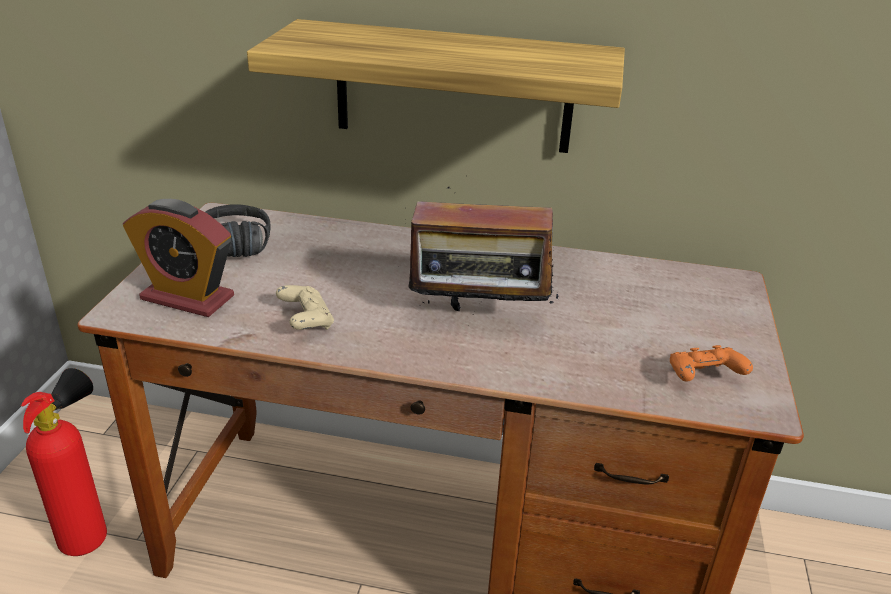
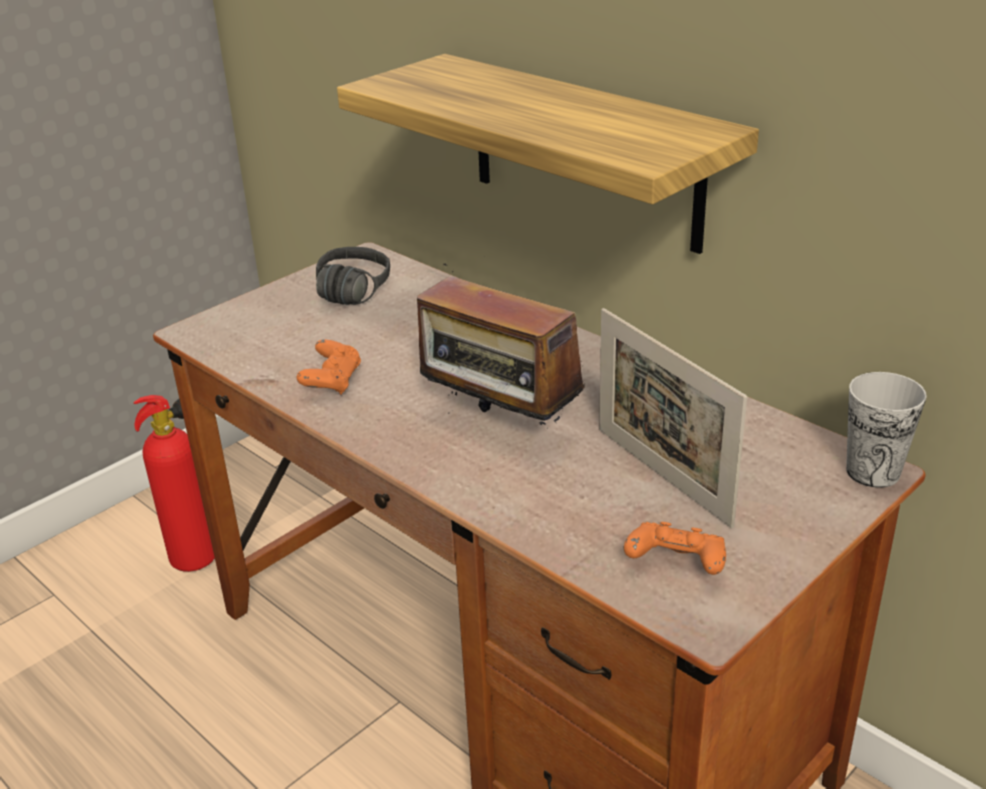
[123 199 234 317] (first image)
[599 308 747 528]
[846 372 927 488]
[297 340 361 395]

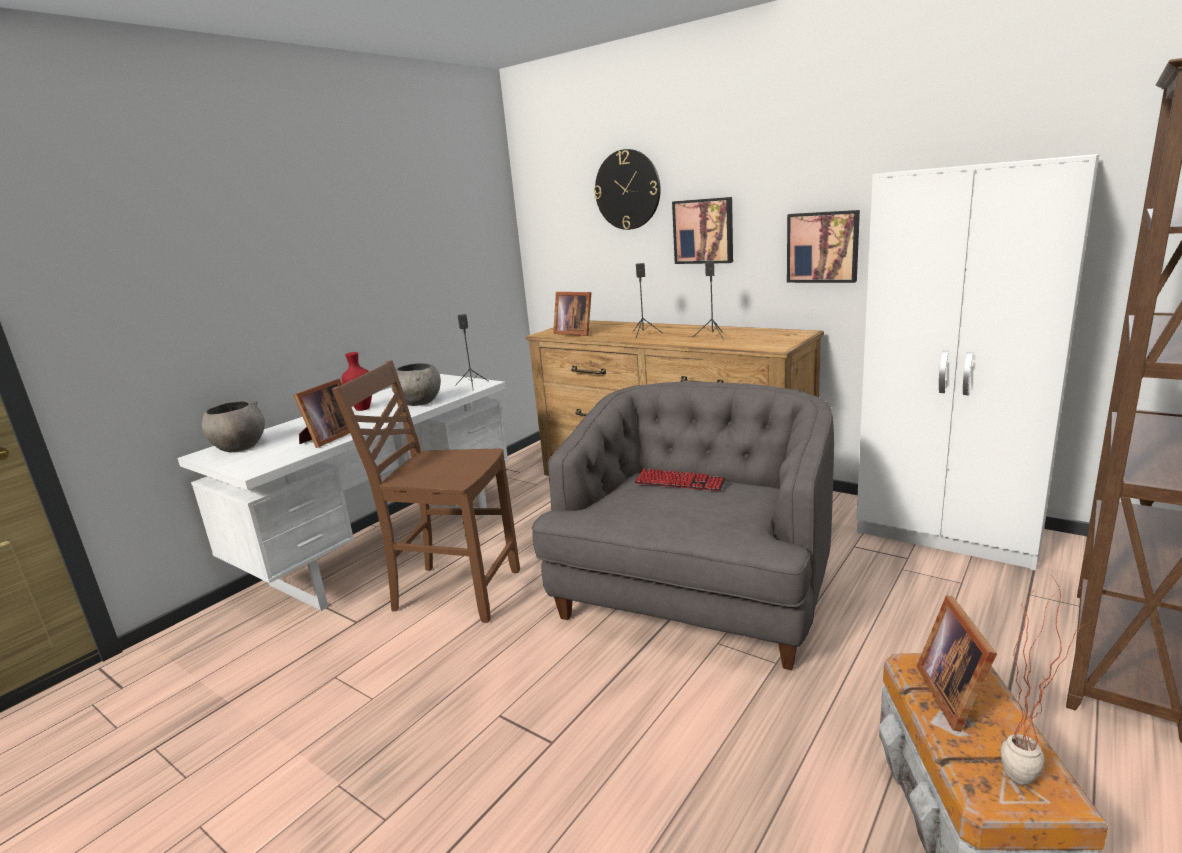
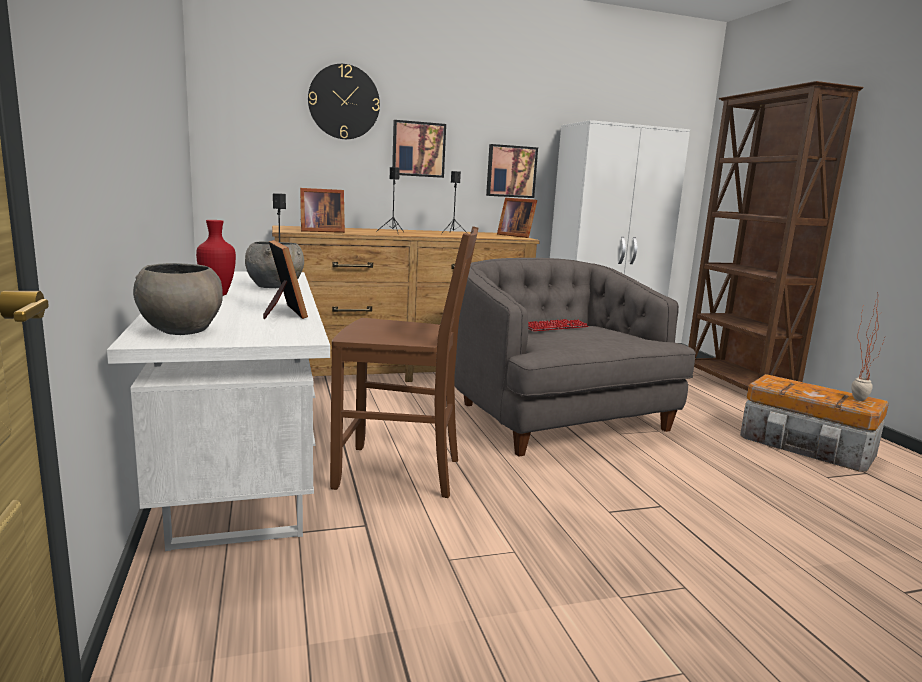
[497 198 537 238]
[330 226 478 498]

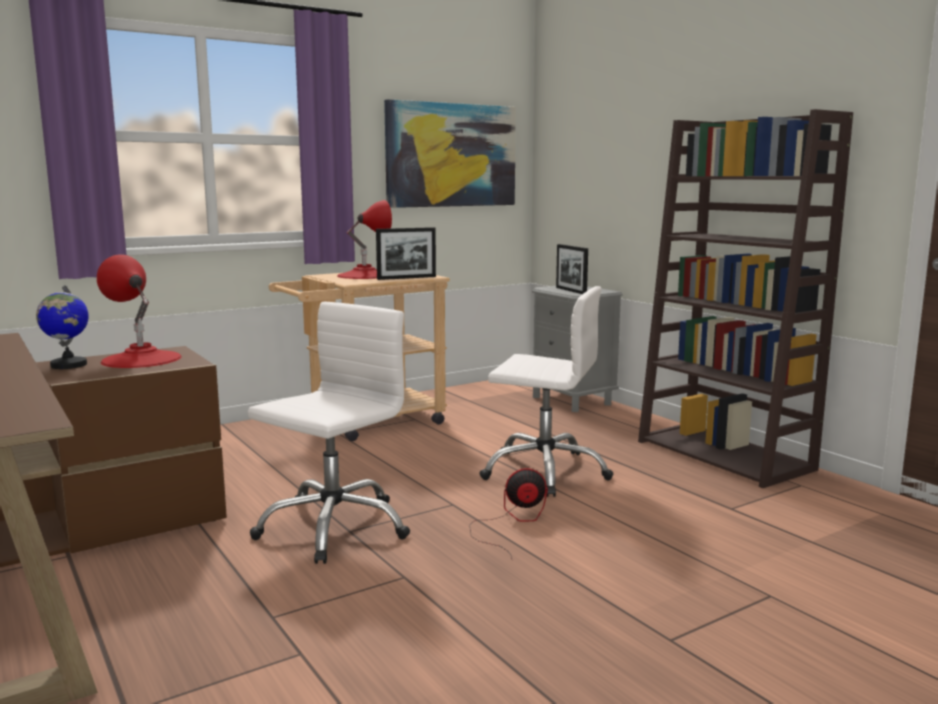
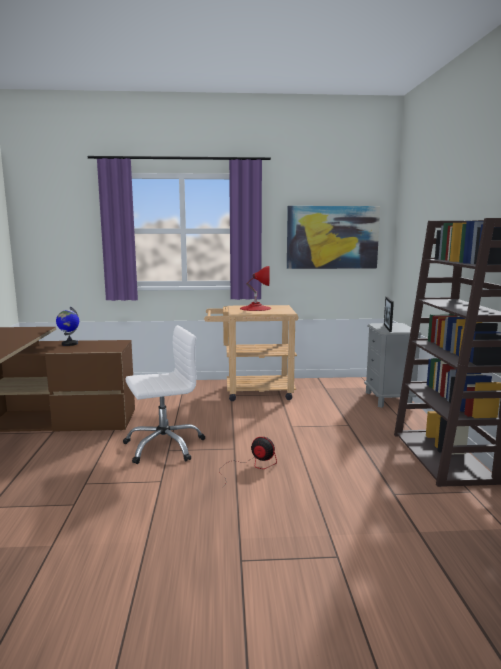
[97 254 182 368] (first image)
[376 227 436 280] (first image)
[479 286 613 497] (first image)

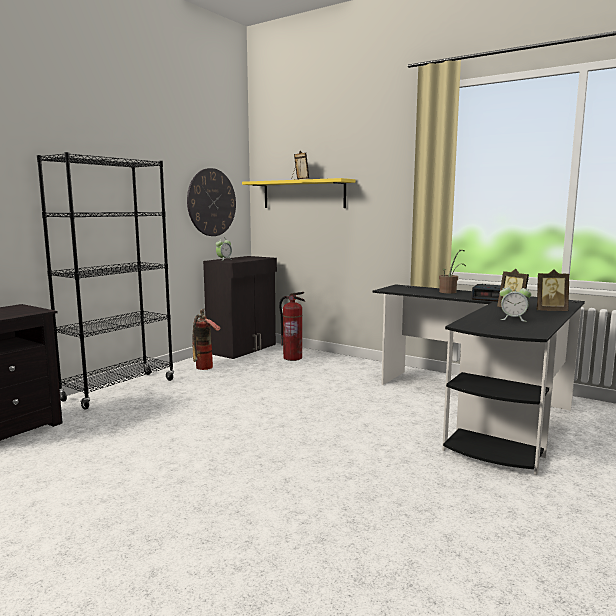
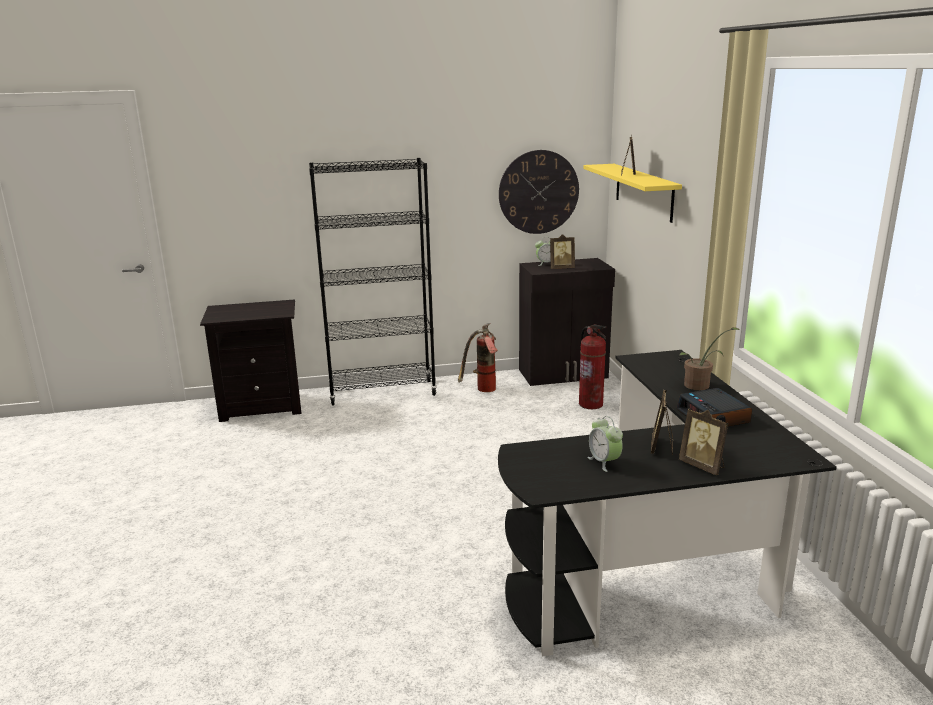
[550 234 575 269]

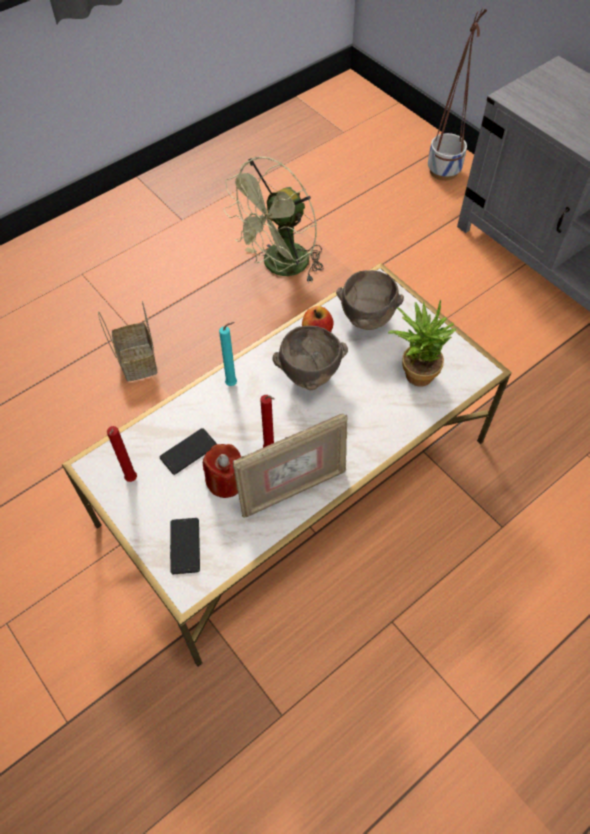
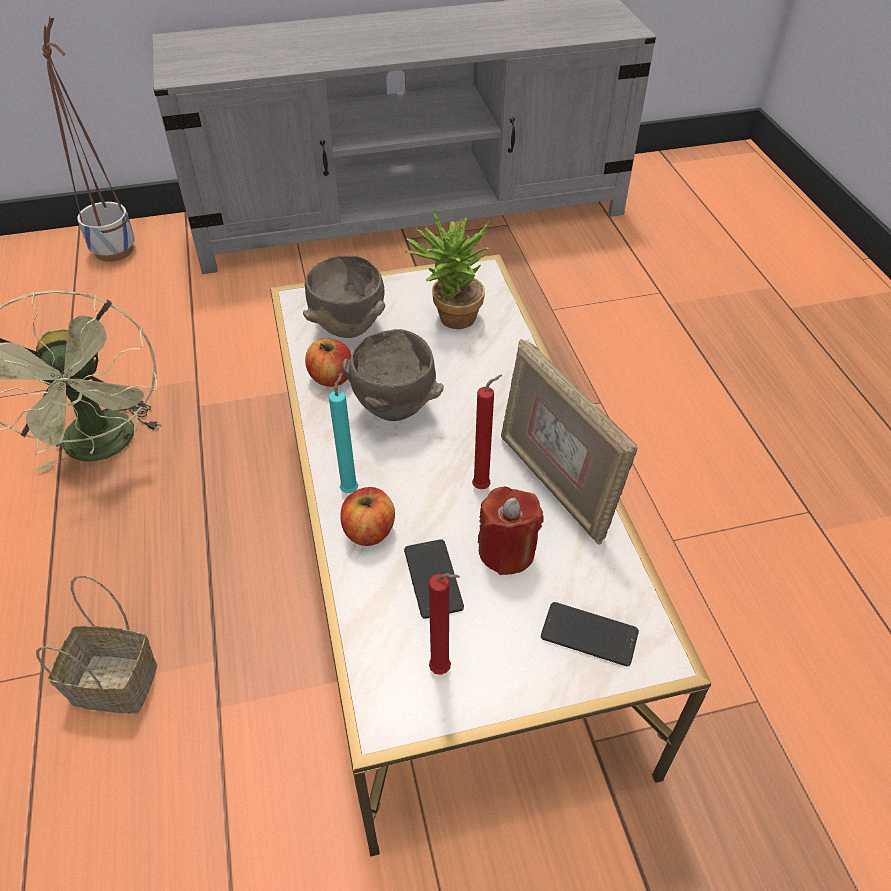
[340 487 395 546]
[501 339 638 545]

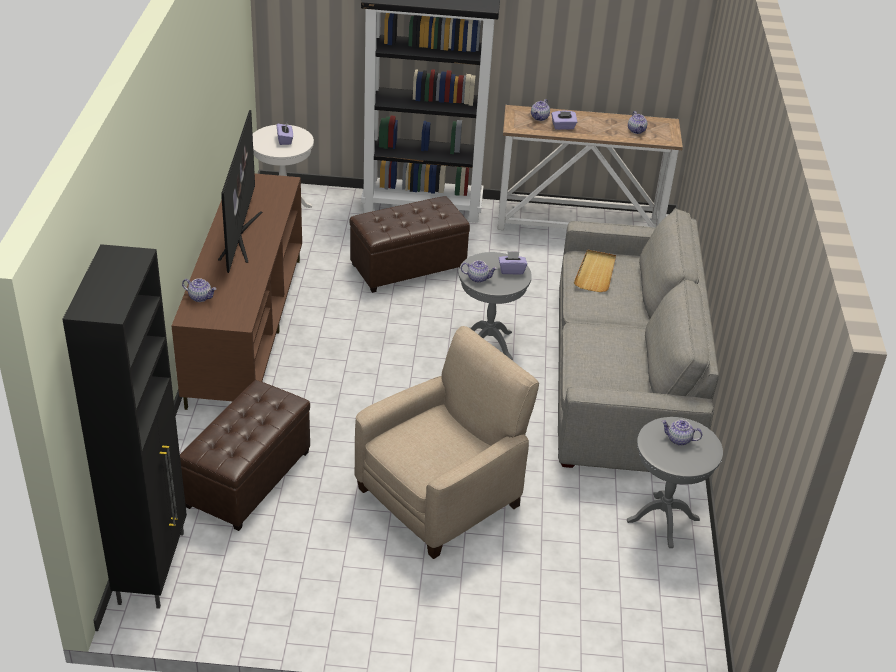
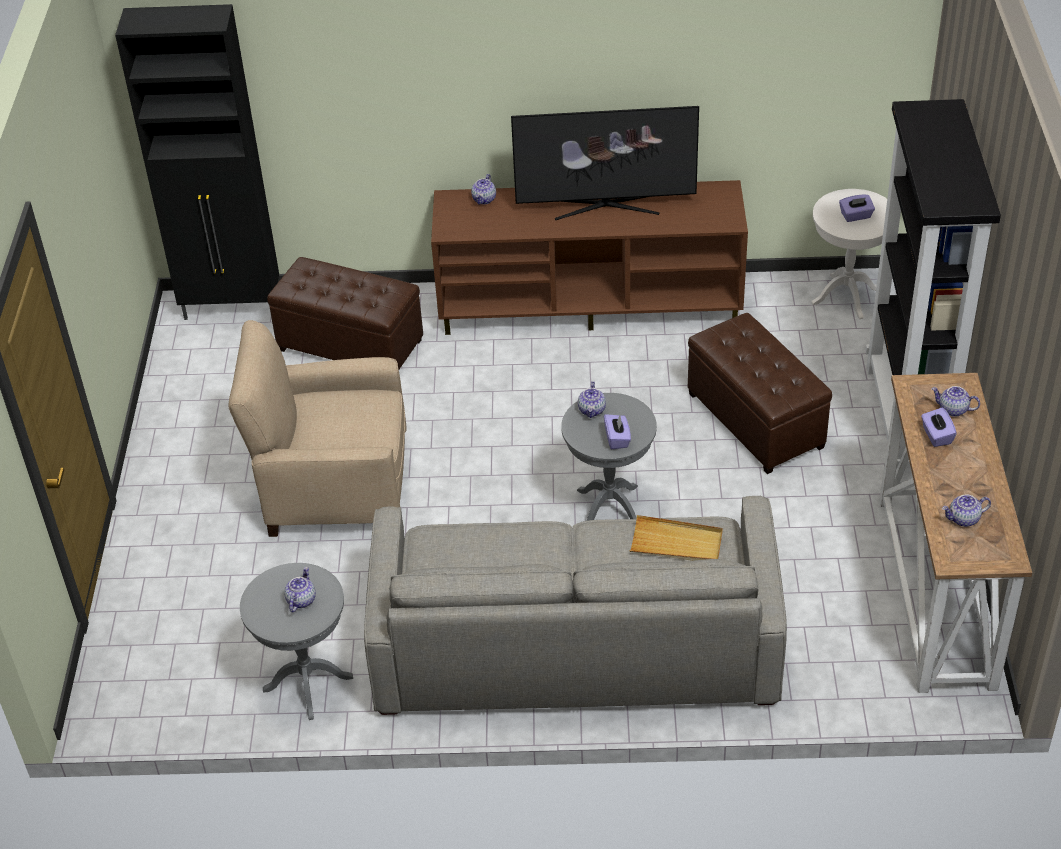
[229 320 407 537]

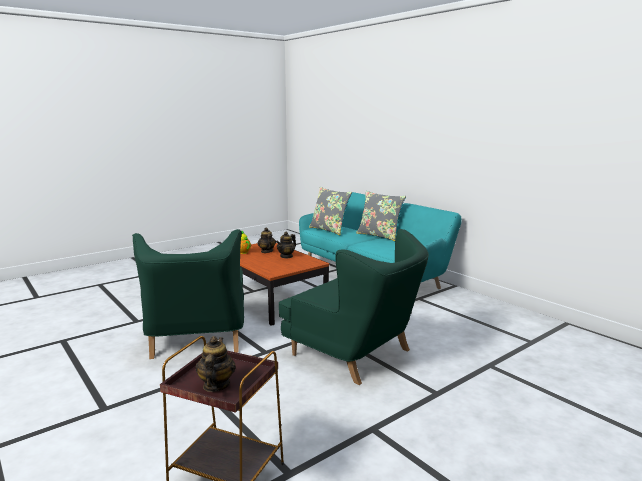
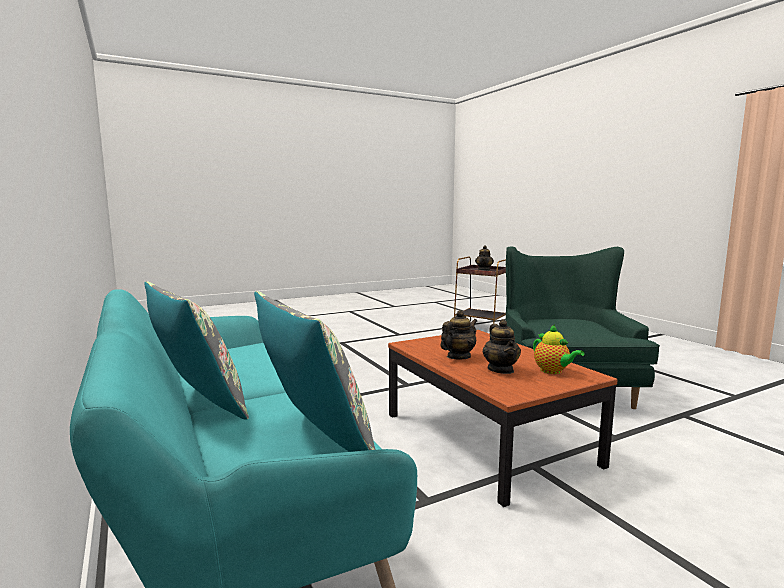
[279 229 429 385] (first image)

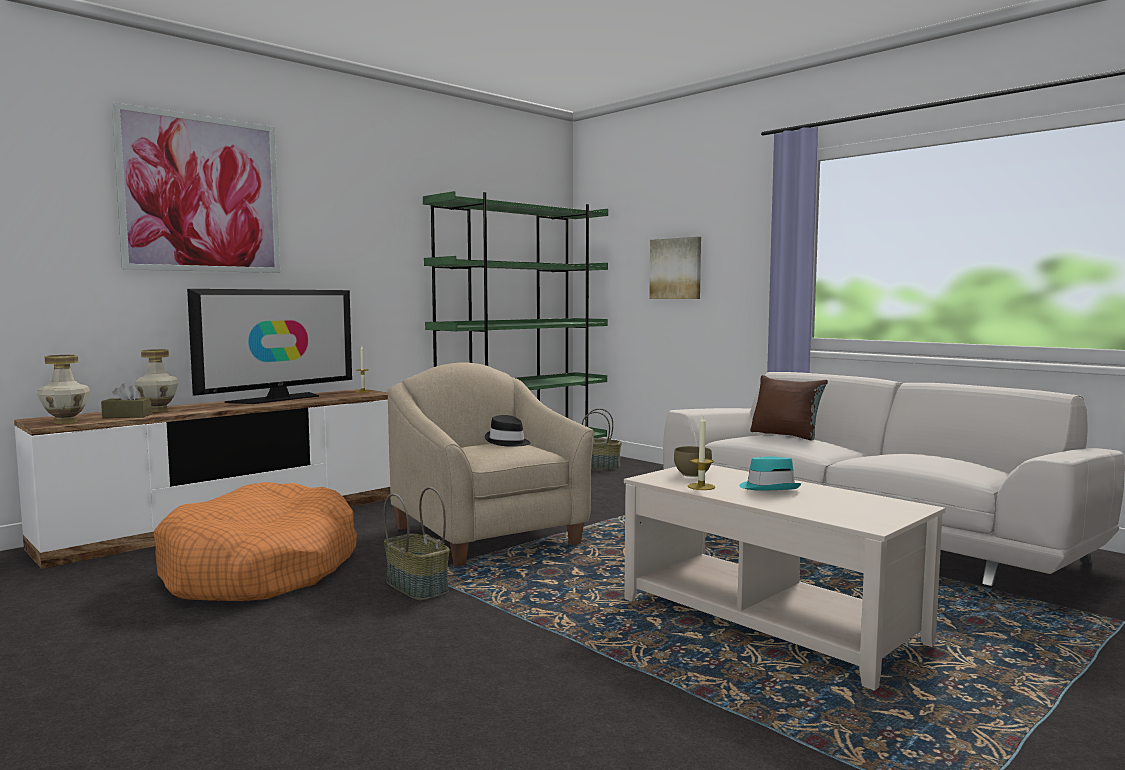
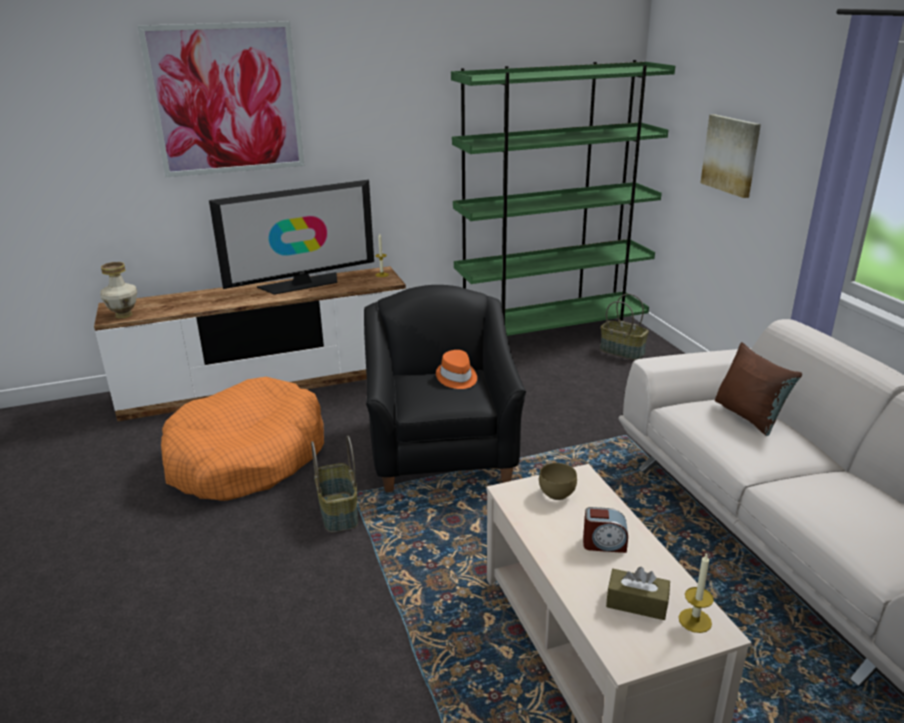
[135 349 178 412] (first image)
[606 567 670 620]
[679 554 714 633]
[583 507 628 553]
[364 285 526 492]
[436 350 477 389]

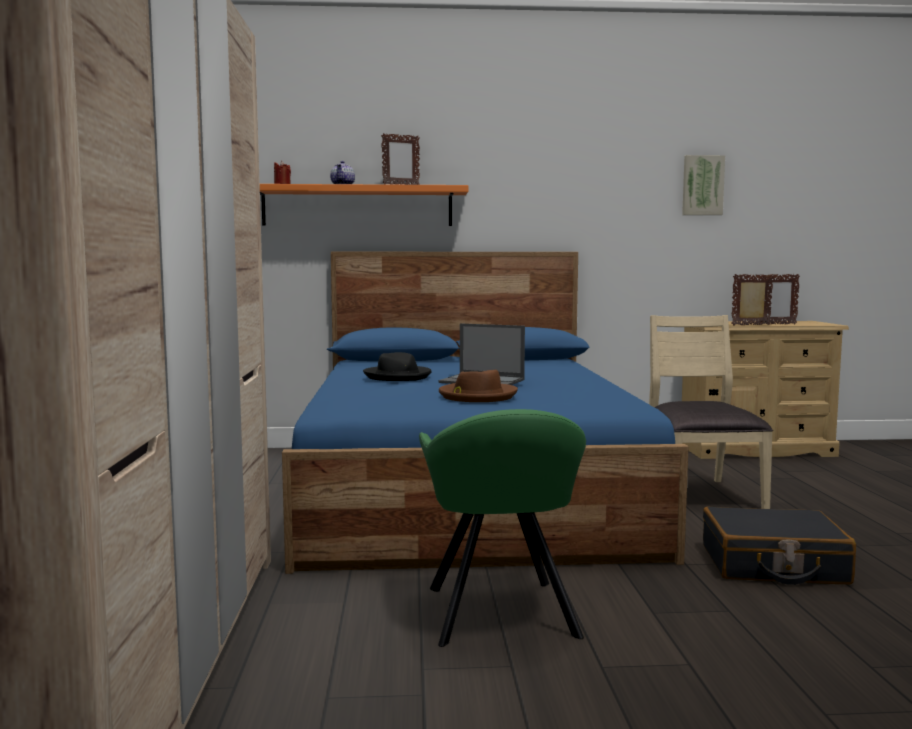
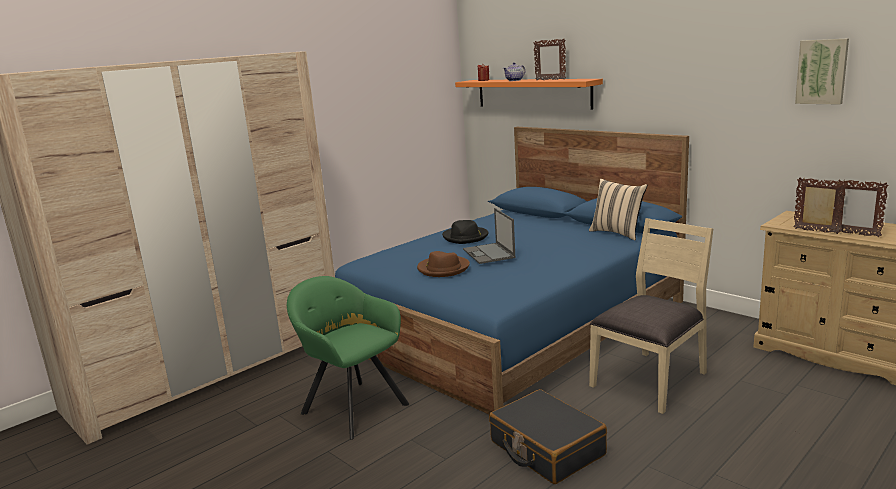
[589 179 647 240]
[287 276 410 440]

